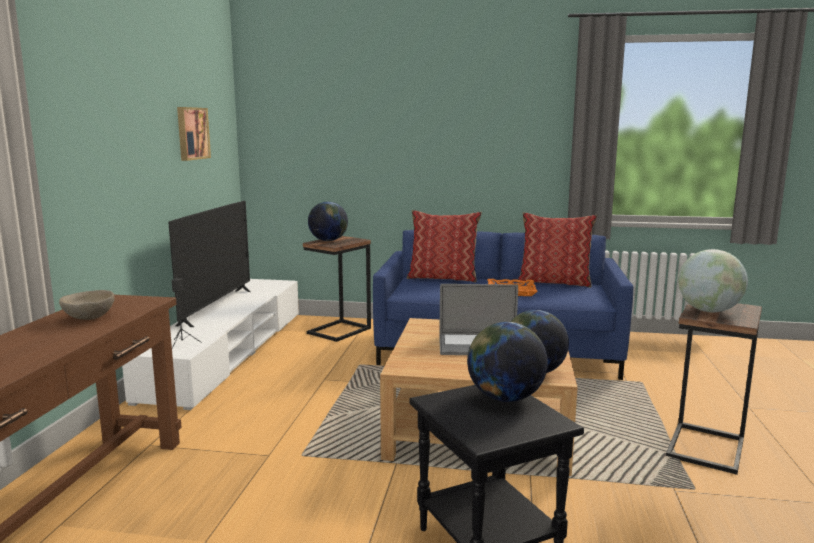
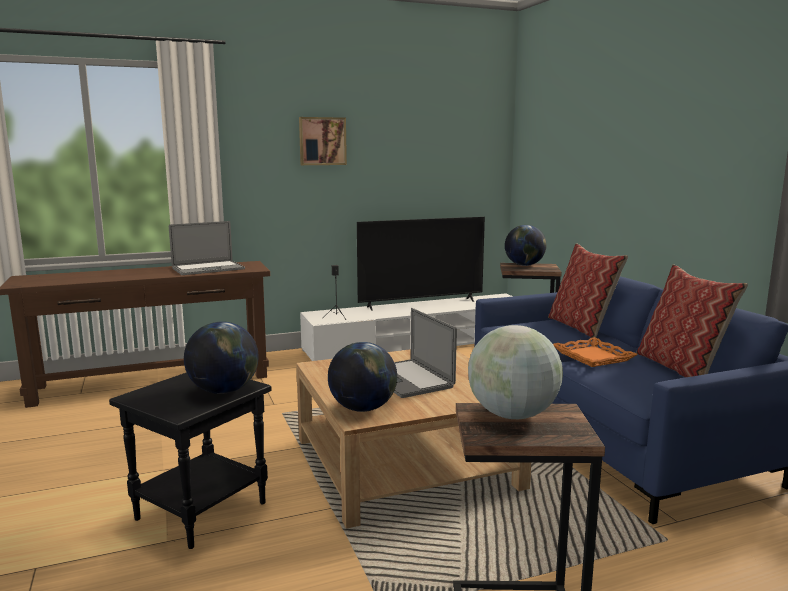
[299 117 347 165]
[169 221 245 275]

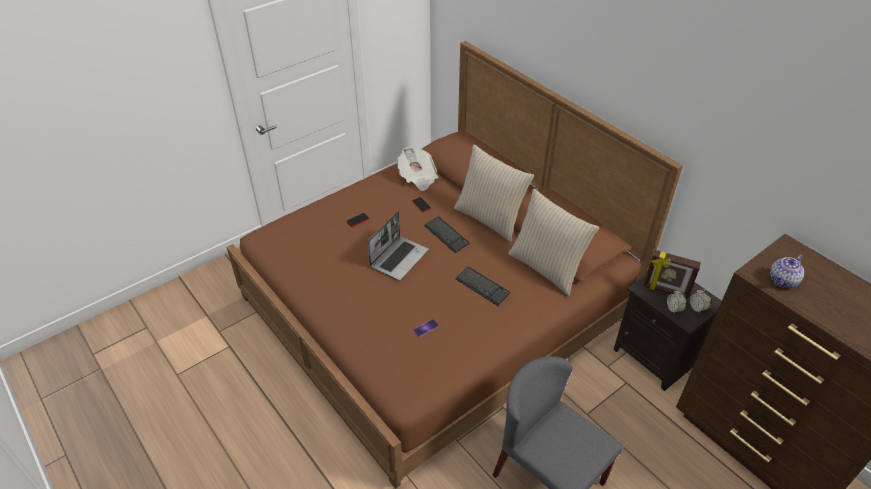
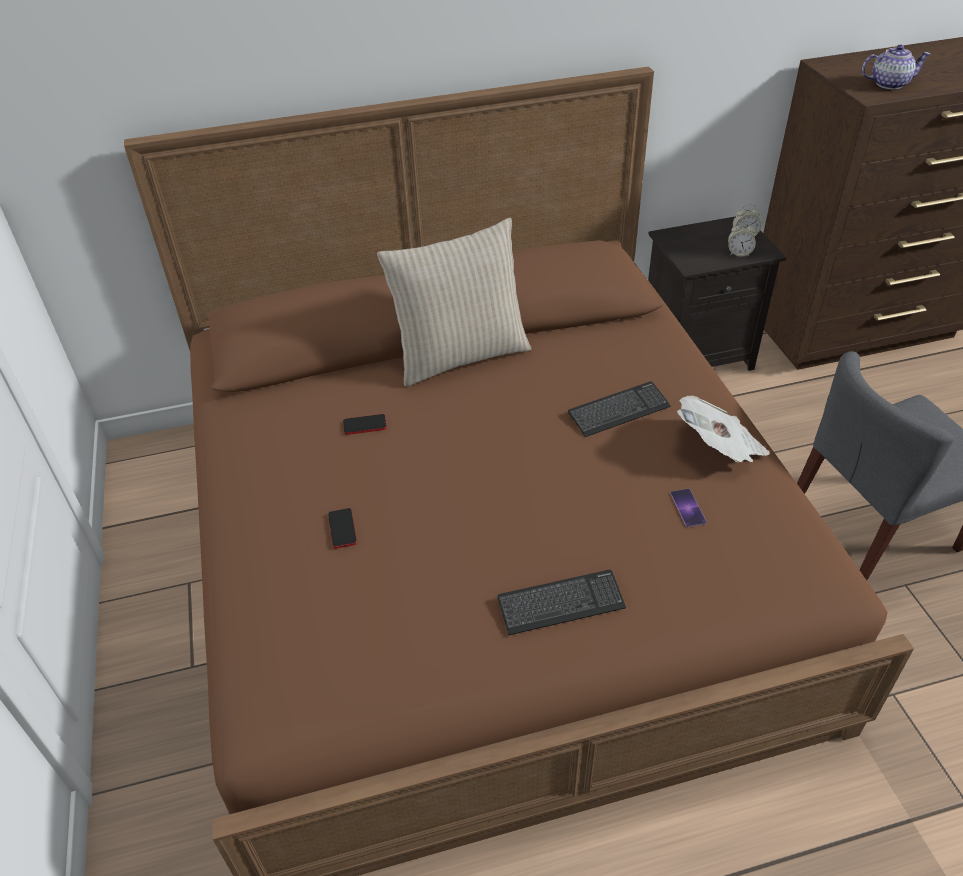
[368 211 429 281] (first image)
[508 189 599 296] (first image)
[643 250 701 299] (first image)
[677 396 770 463]
[498 570 626 635]
[862 45 931 89]

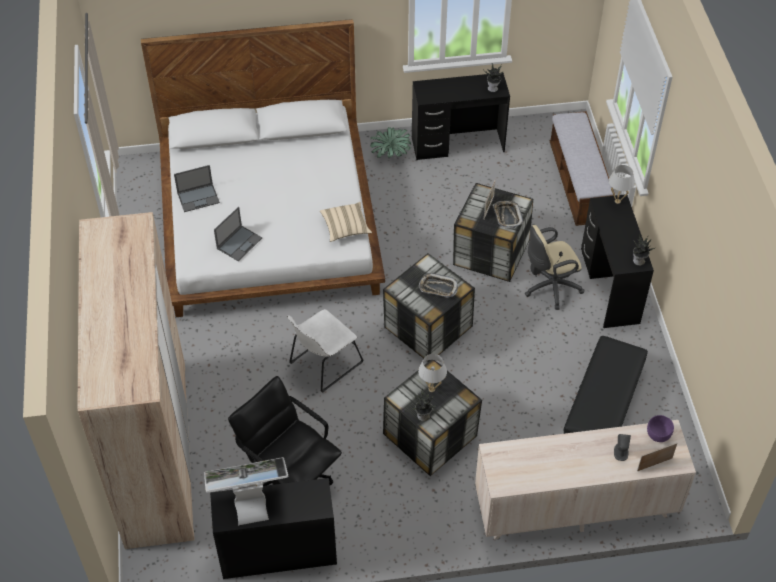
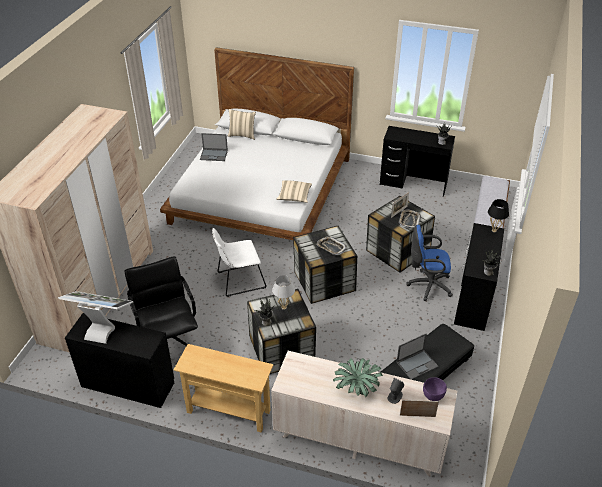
[174 344 274 433]
[228 109 256 140]
[396 333 438 380]
[333 358 383 397]
[406 225 453 301]
[488 199 509 232]

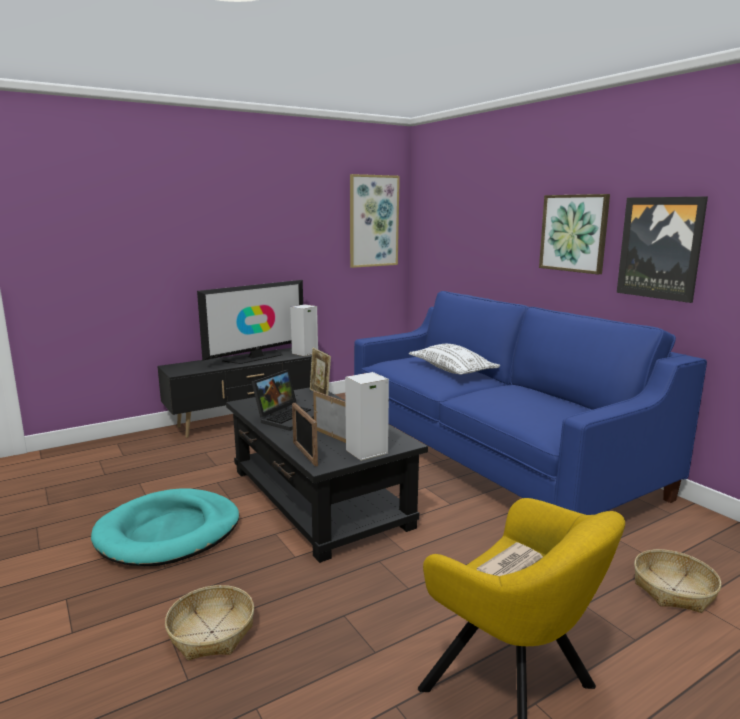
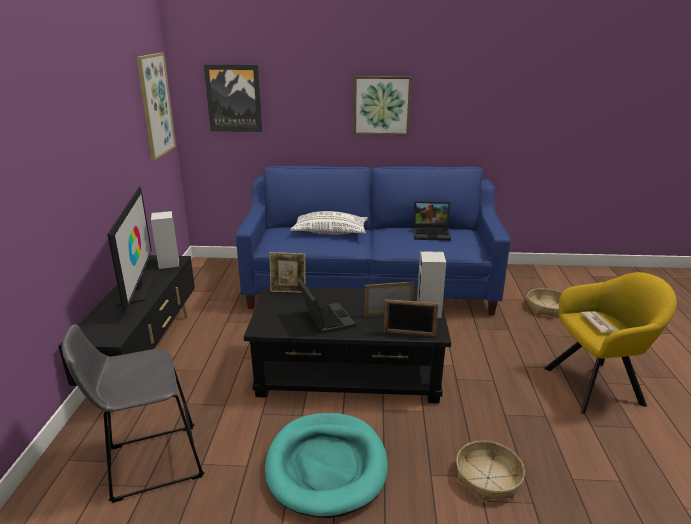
[62 324 204 503]
[413 201 451 241]
[204 64 262 132]

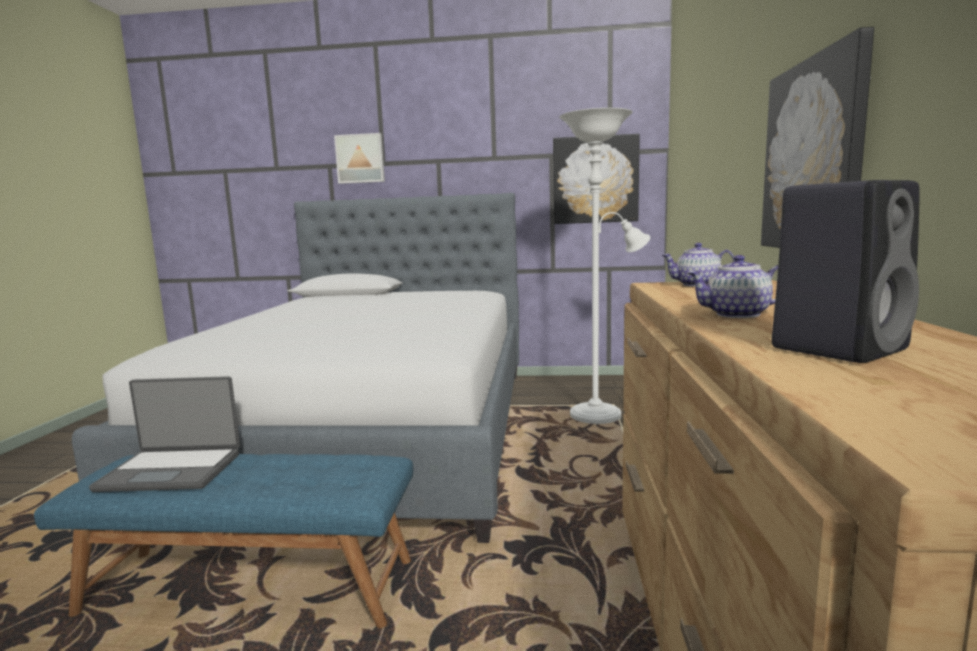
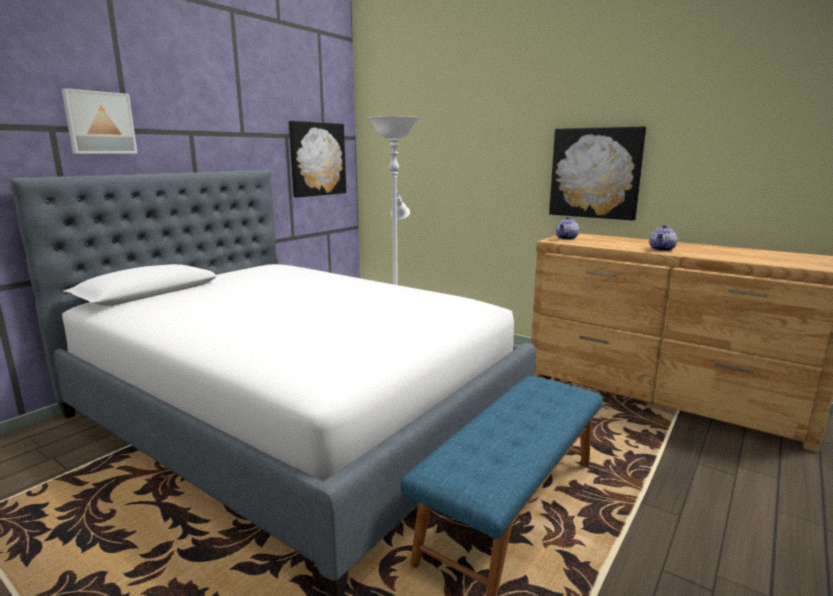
[89 376 240 492] (first image)
[772 180 920 363] (first image)

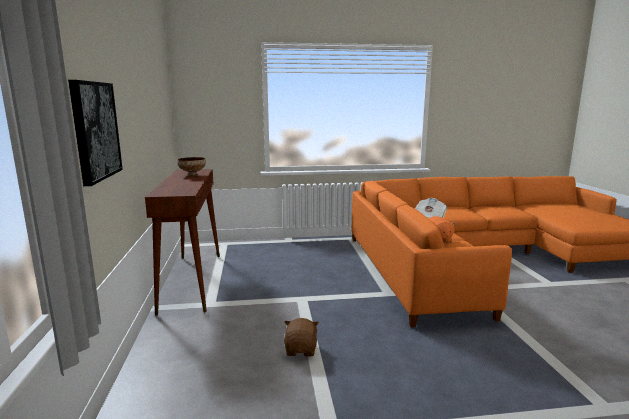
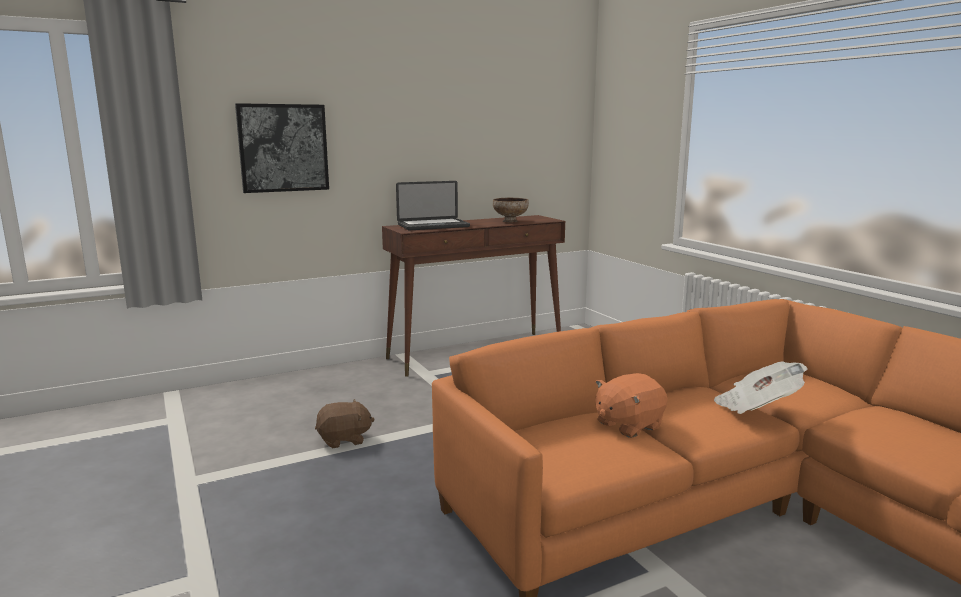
[396 181 470 230]

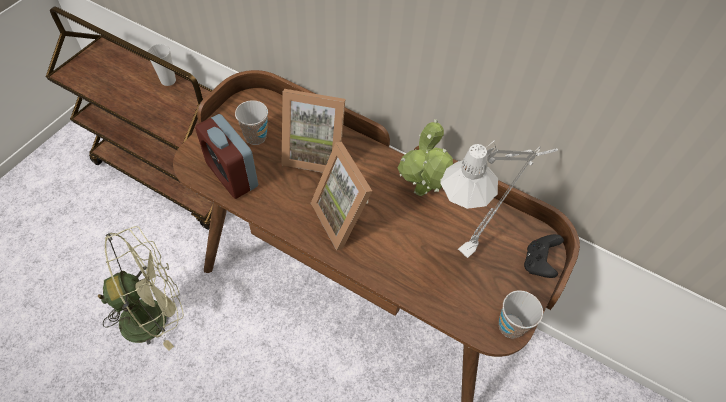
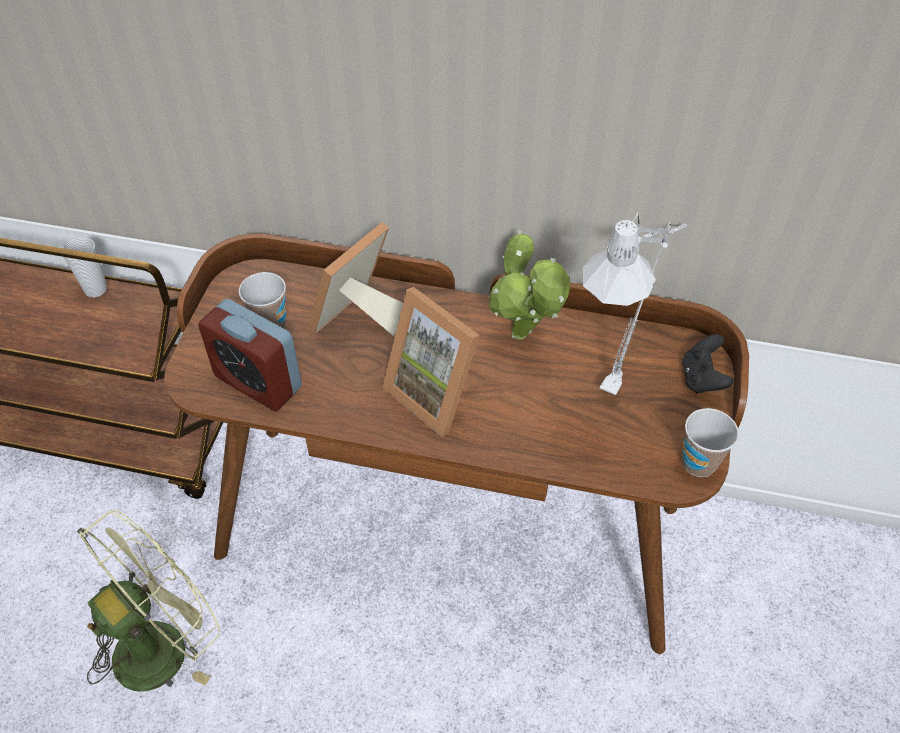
[308 222 403 335]

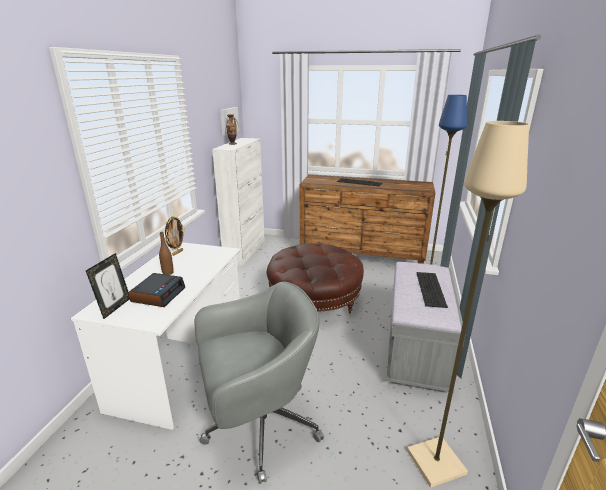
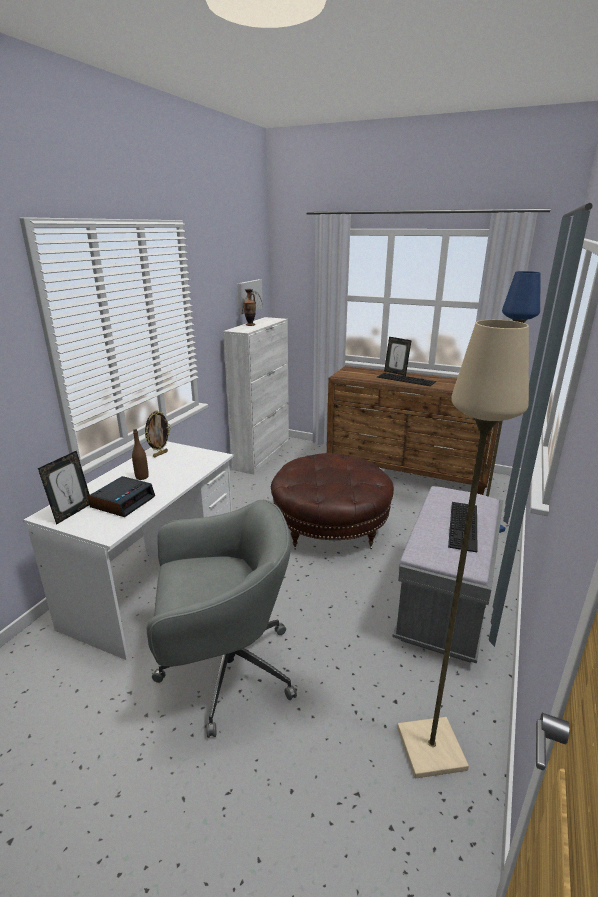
[384 337 412 376]

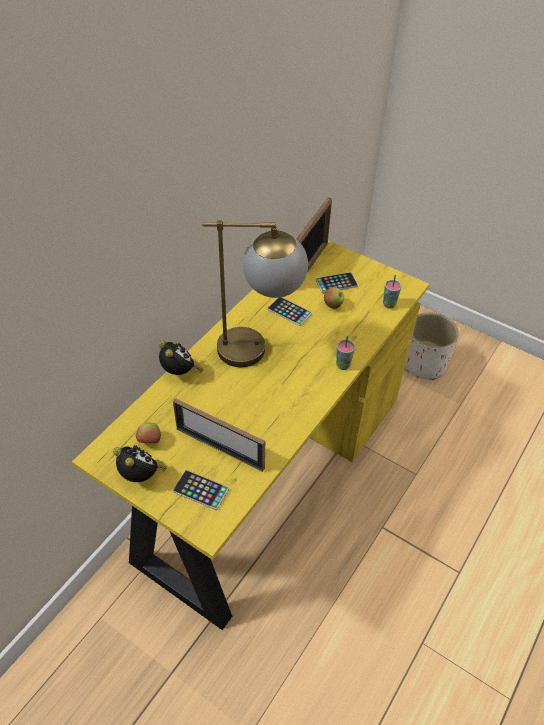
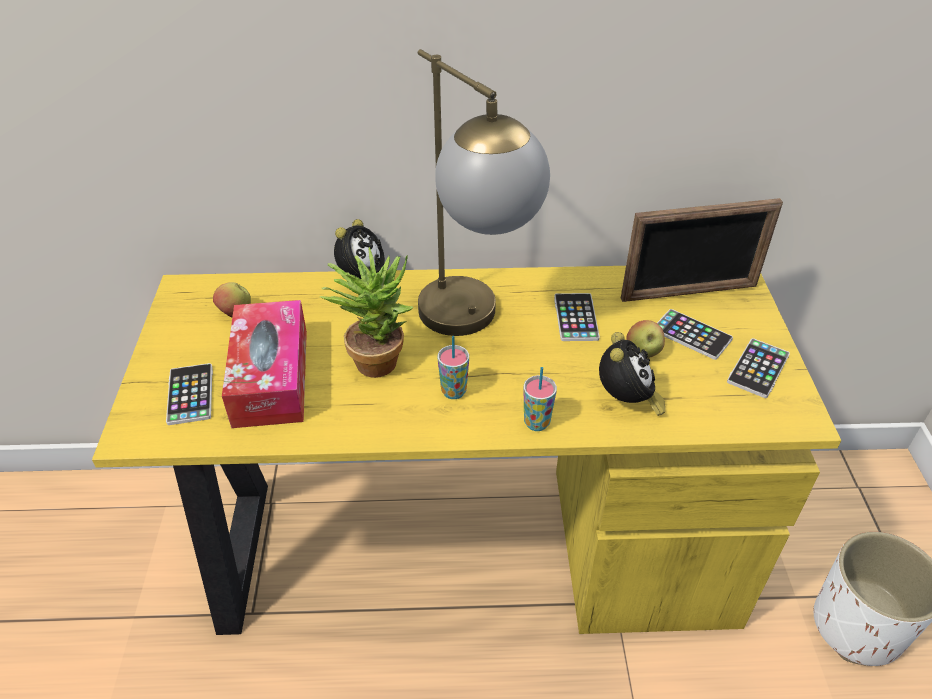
[320 247 414 378]
[727 338 790 398]
[599 332 665 416]
[438 336 469 399]
[222 300 307 428]

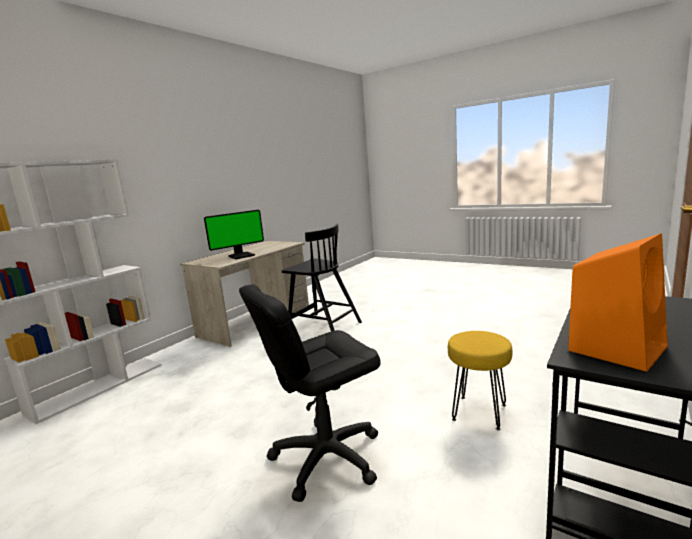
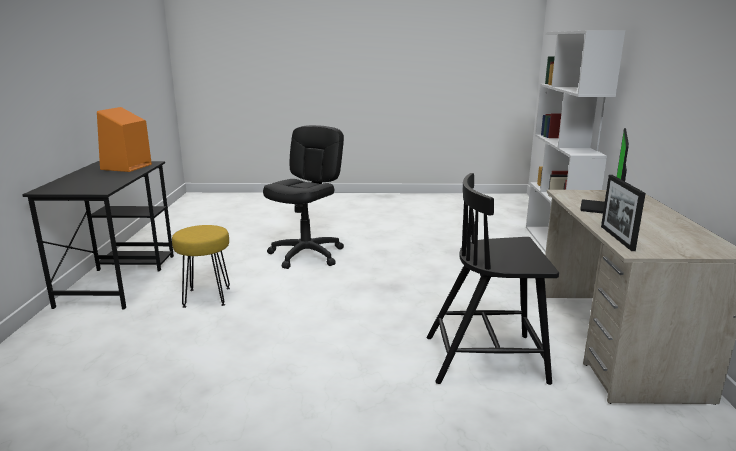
[601 175 646 251]

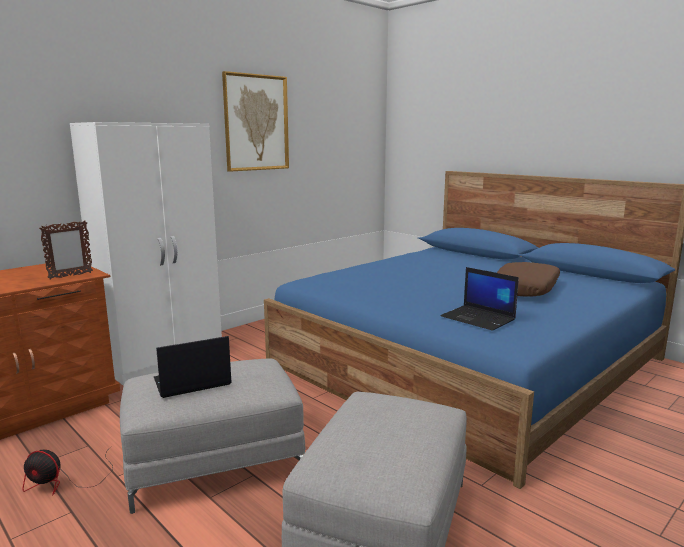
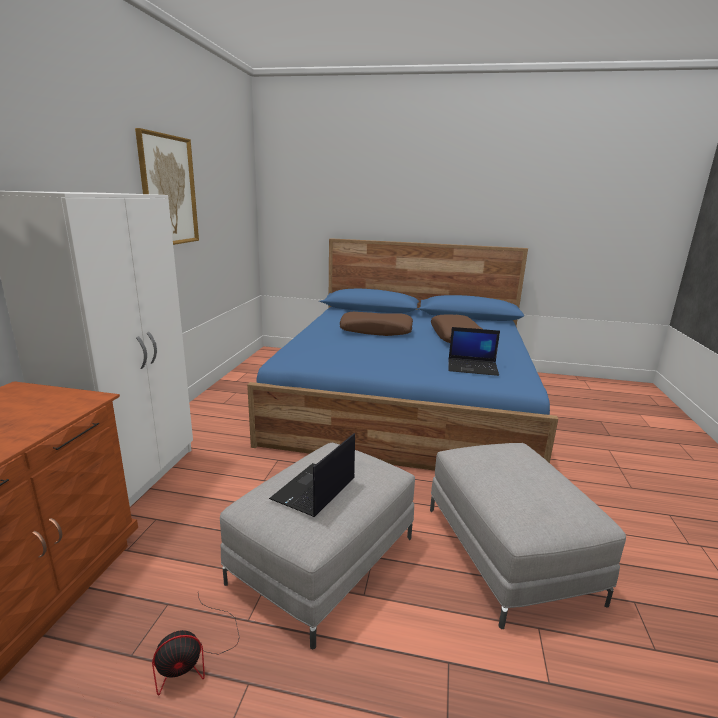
[39 220 93 280] (first image)
[340 312 413 336]

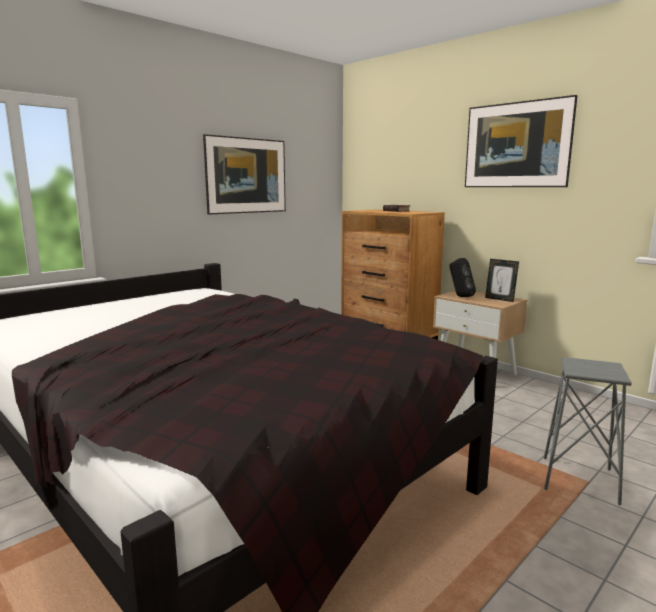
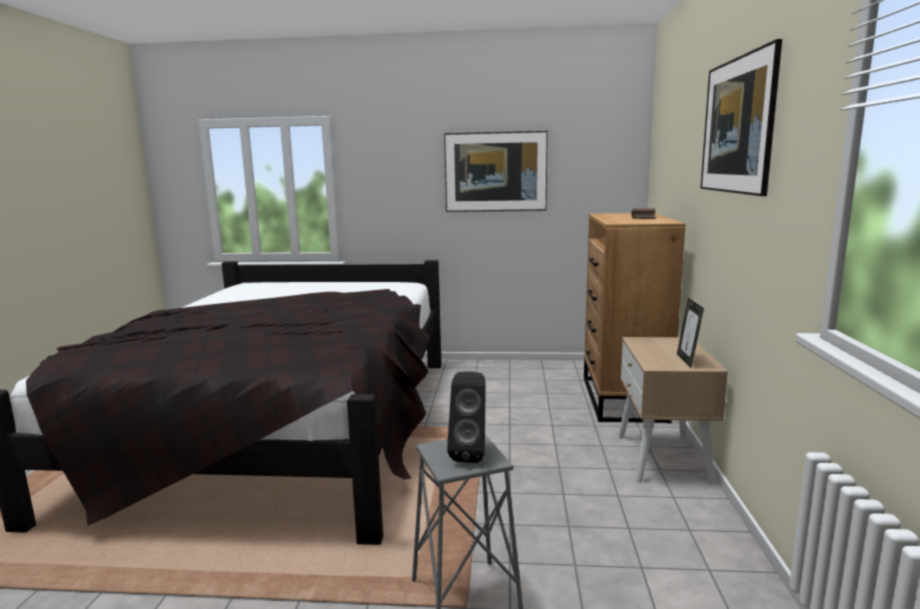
[447 371 486 463]

